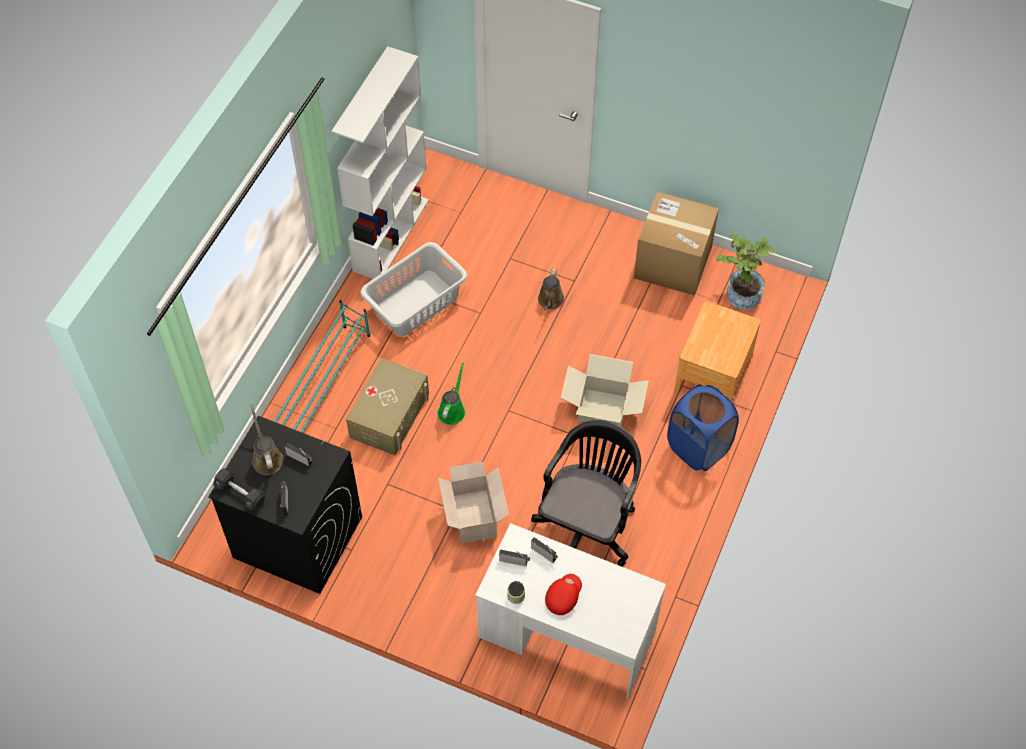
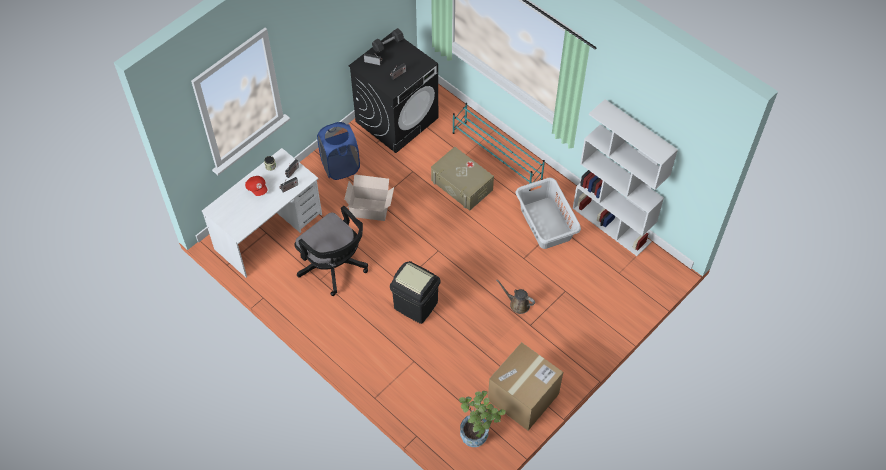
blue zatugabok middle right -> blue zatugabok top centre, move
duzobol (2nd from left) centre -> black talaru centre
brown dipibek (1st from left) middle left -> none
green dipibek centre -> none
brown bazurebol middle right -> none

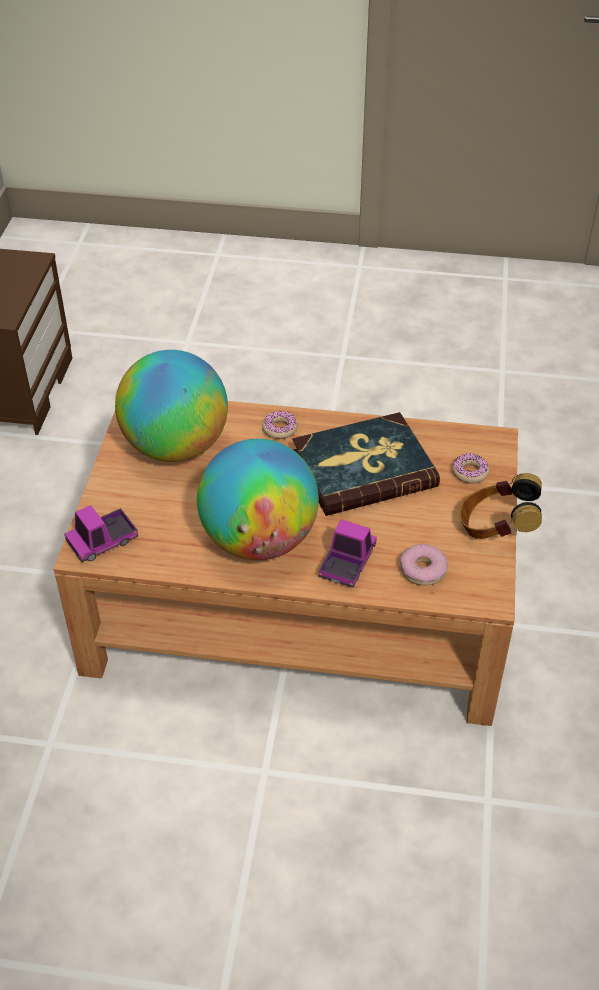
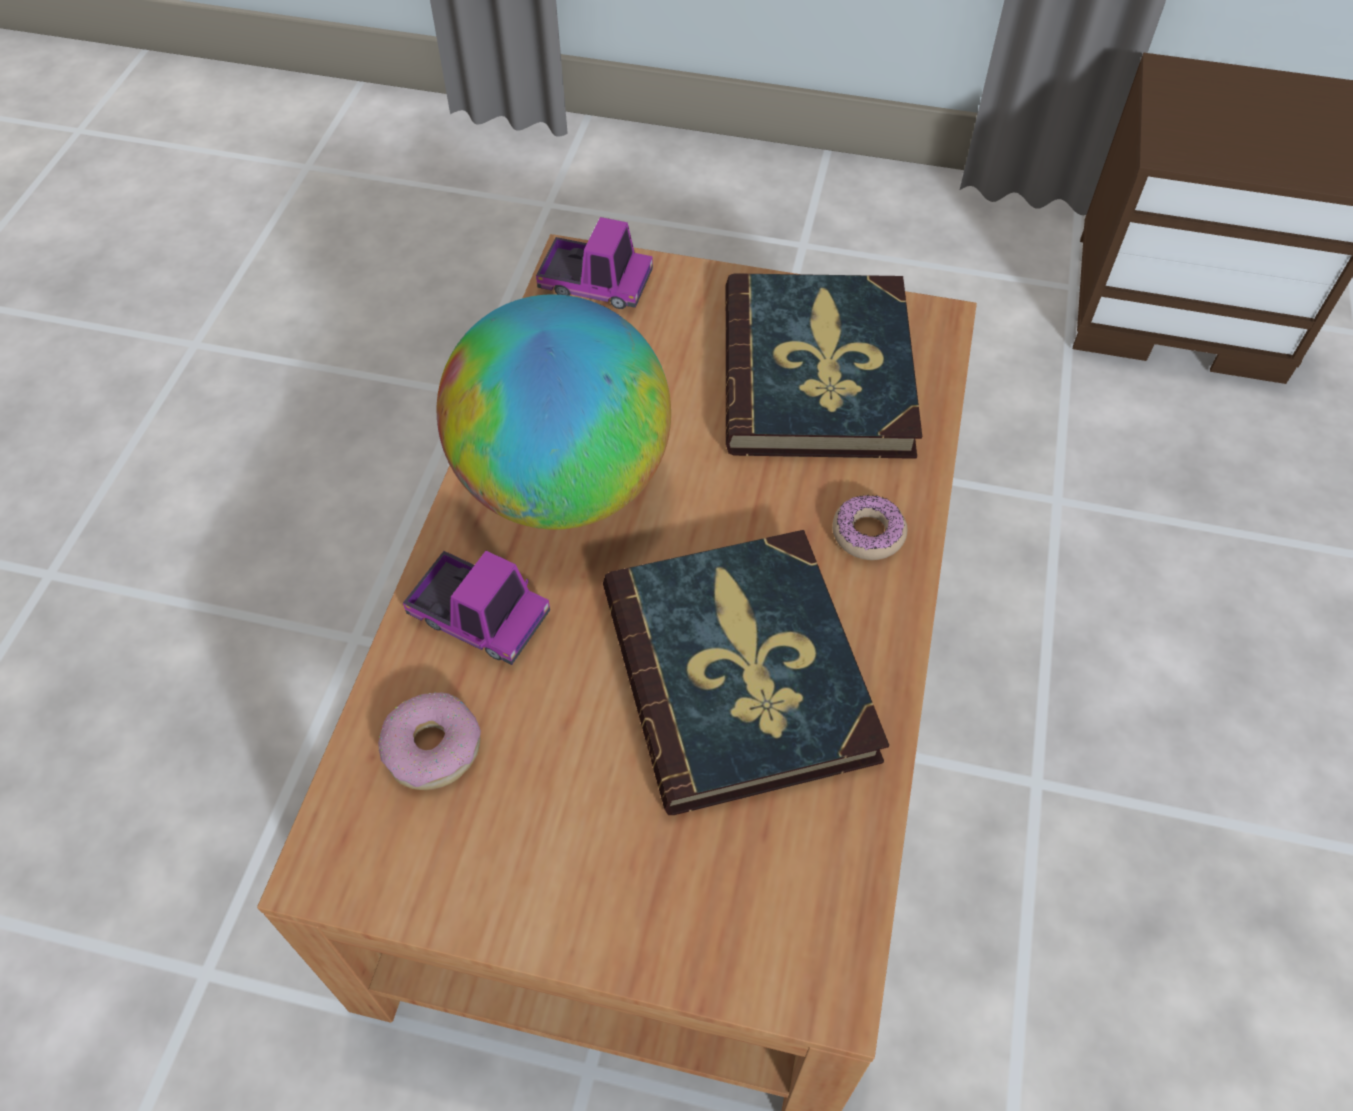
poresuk (1st from left in the first image) middle left -> poresuk (2nd from left) top centre, 135 degrees clockwise
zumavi (1st from left) middle left -> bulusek (2nd from left) top centre
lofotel (3rd from left) middle right -> none
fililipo middle right -> none

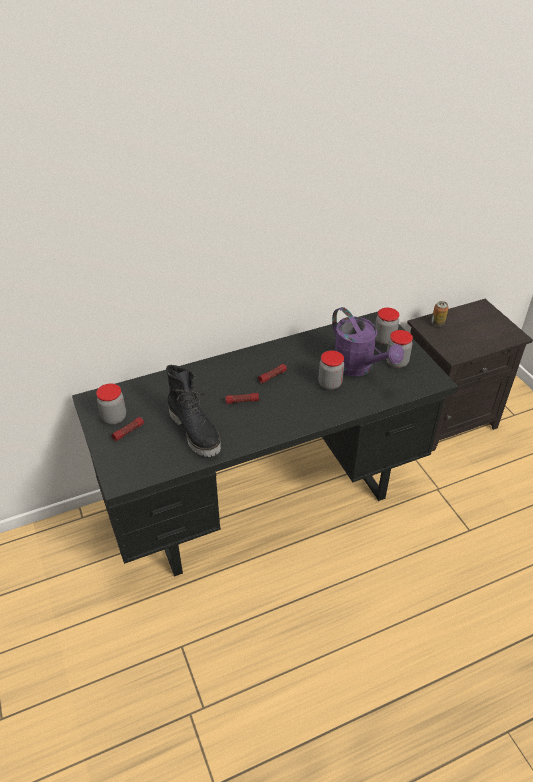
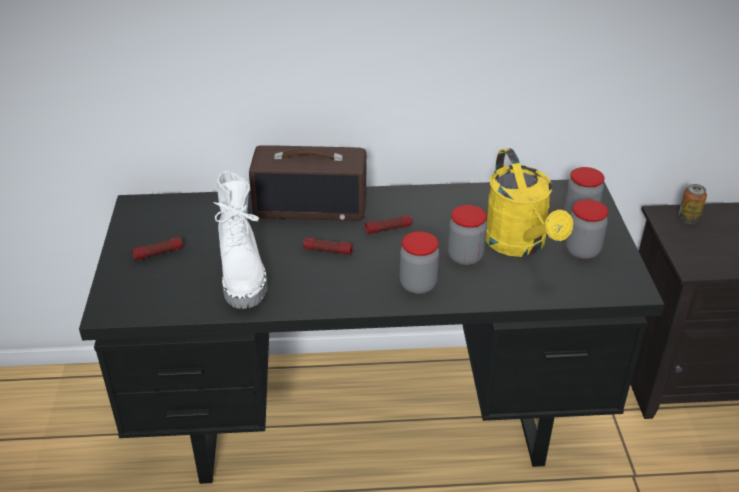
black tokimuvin centre -> white tokimuvin middle left
none -> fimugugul centre
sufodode (1st from left) middle left -> sufodode (1st from left) centre, move
purple dipibek middle right -> yellow dipibek middle right

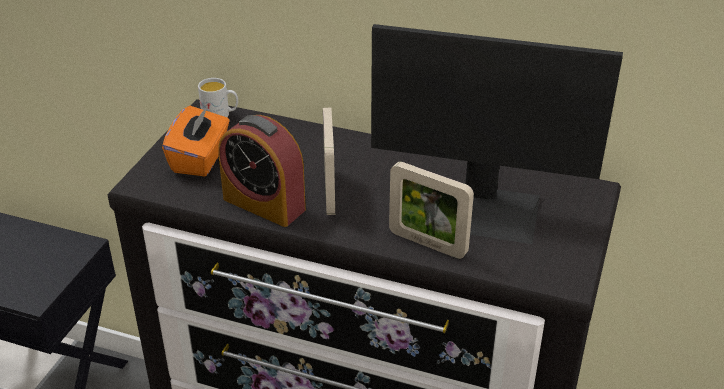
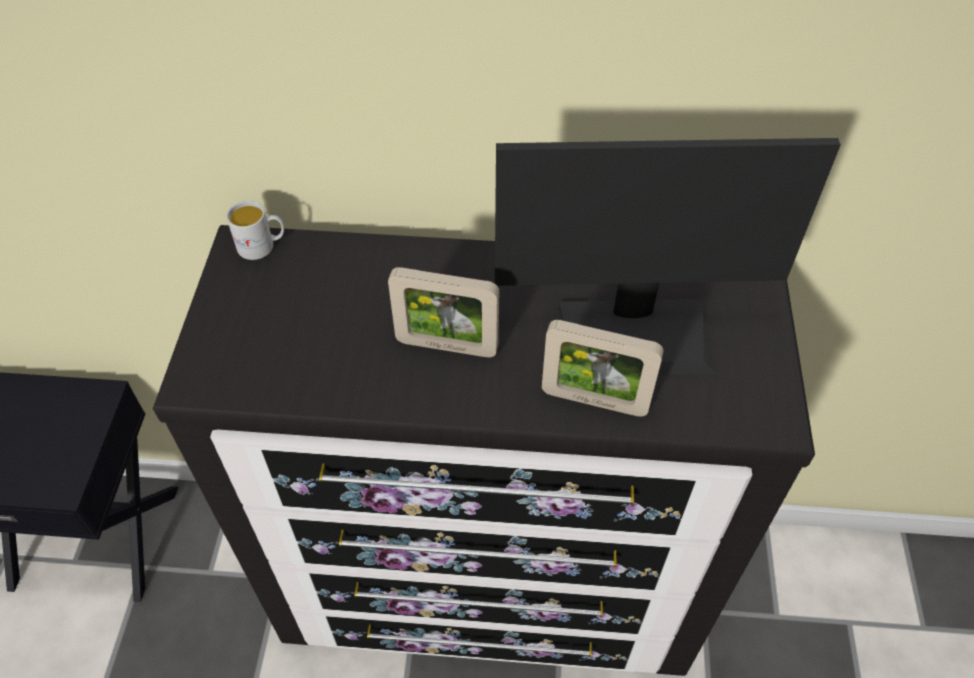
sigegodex (1st from left) centre, 120 degrees clockwise
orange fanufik middle left -> none
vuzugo centre -> none

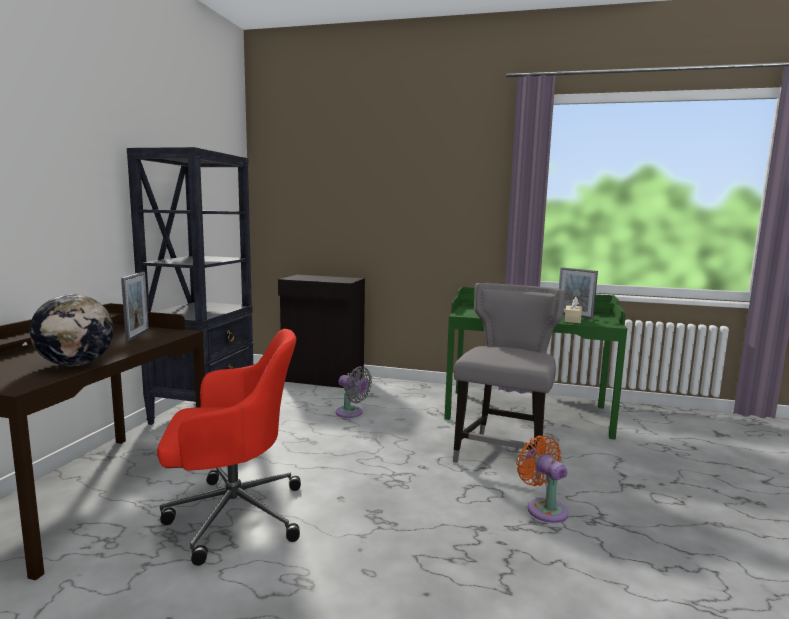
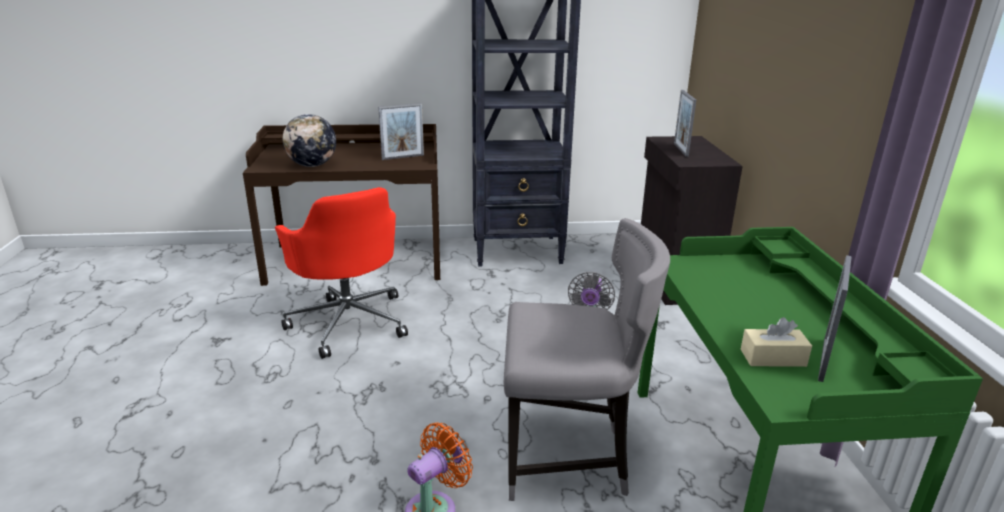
none -> sigegodex (2nd from left) top right

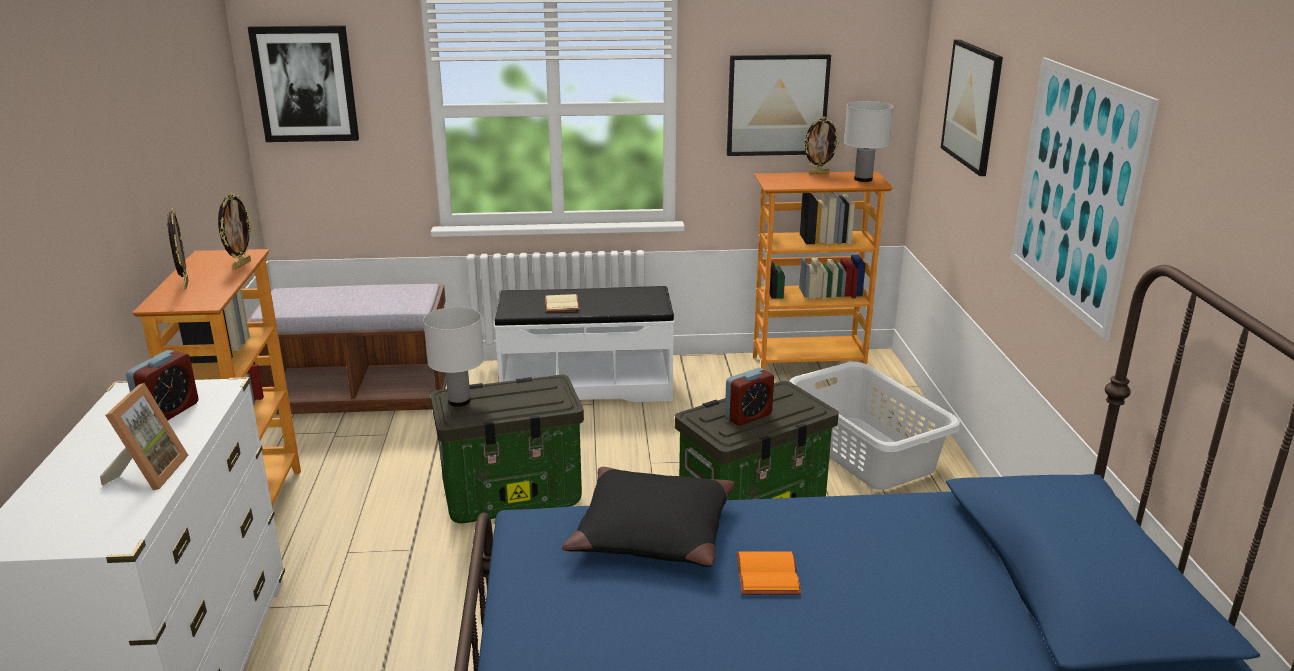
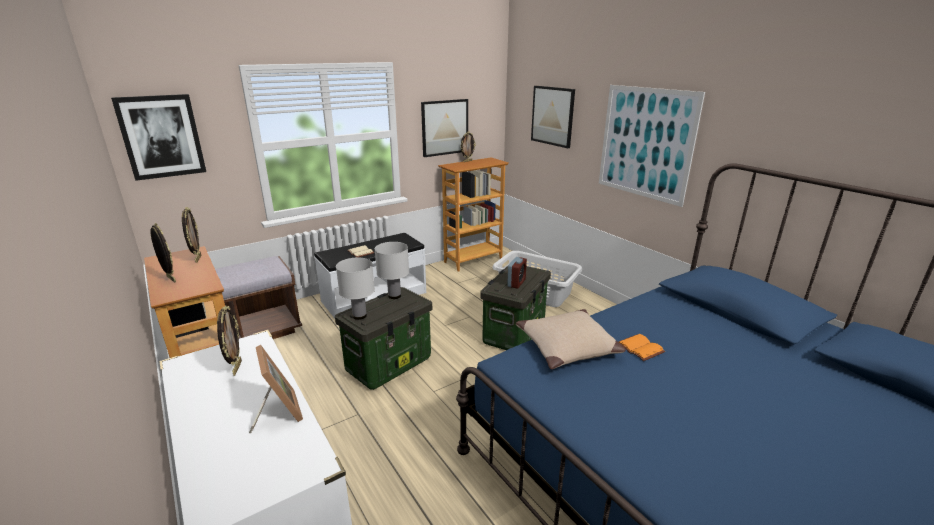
vuzugo (1st from left) middle left -> sigegodex (3rd from left) middle left
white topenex (2nd from left) top right -> white topenex (2nd from left) centre, move
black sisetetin bottom centre -> beige sisetetin centre

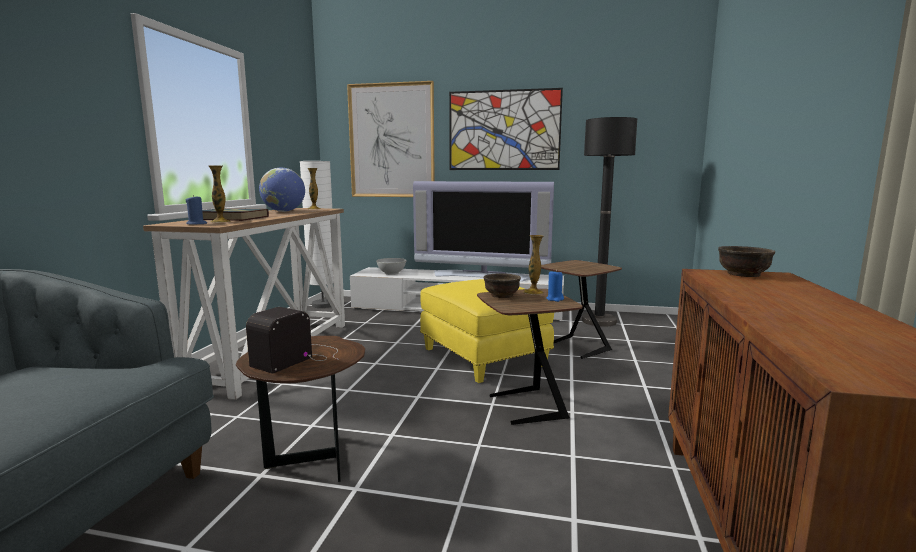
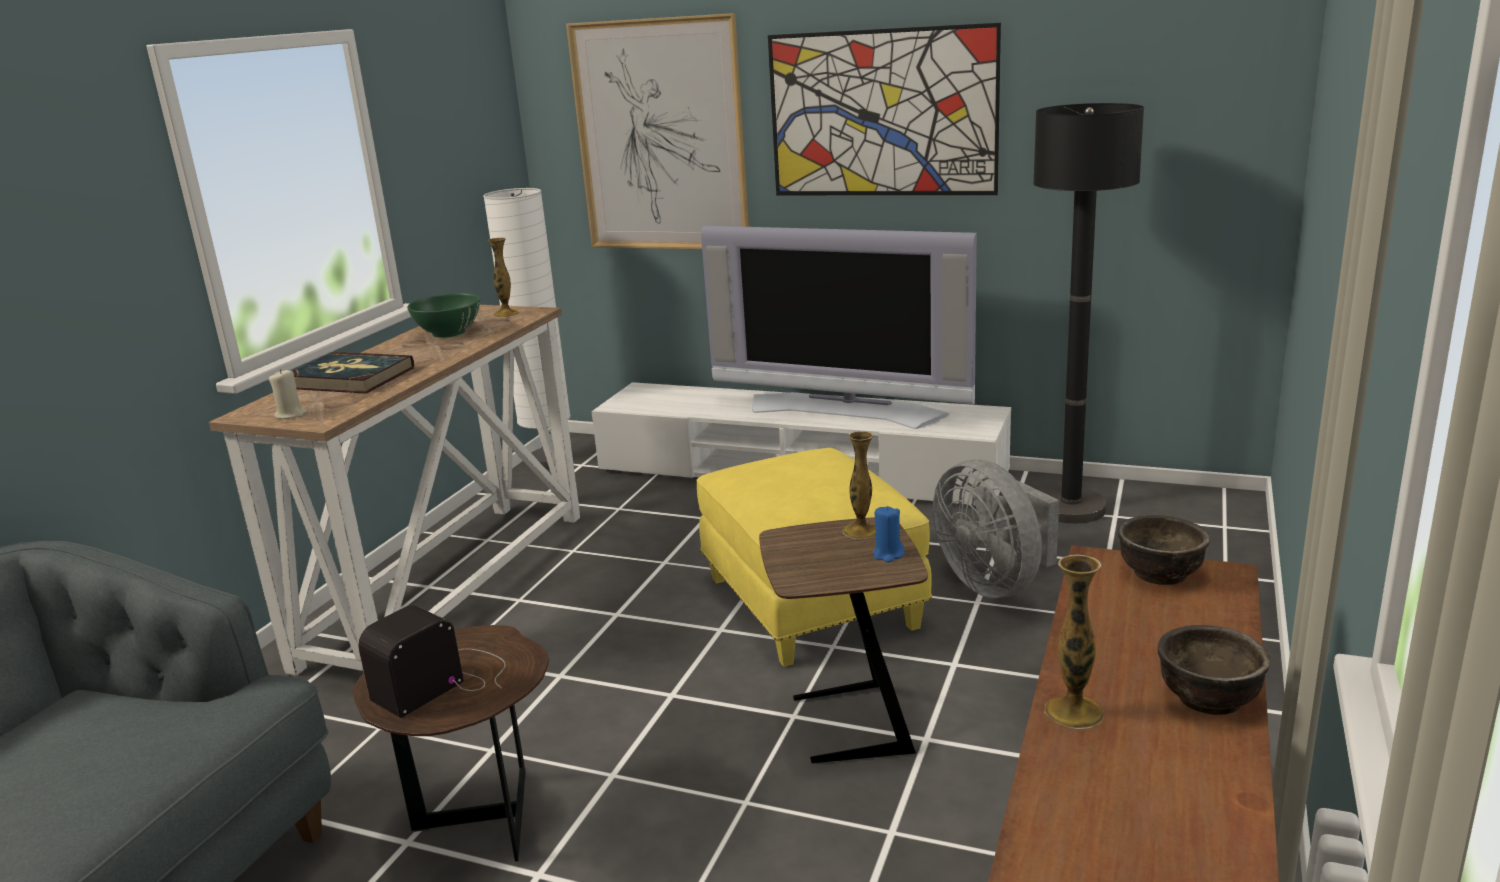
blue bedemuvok (1st from left) middle left -> beige bedemuvok middle left
zumavi middle left -> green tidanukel middle left
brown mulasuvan (3rd from left) centre -> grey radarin centre
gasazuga (1st from left in the first image) middle left -> gasazuga (3rd from left) bottom right, move
brown tidanukel (1st from left in the first image) centre -> brown tidanukel (2nd from left) bottom right, move
white tidanukel centre -> none

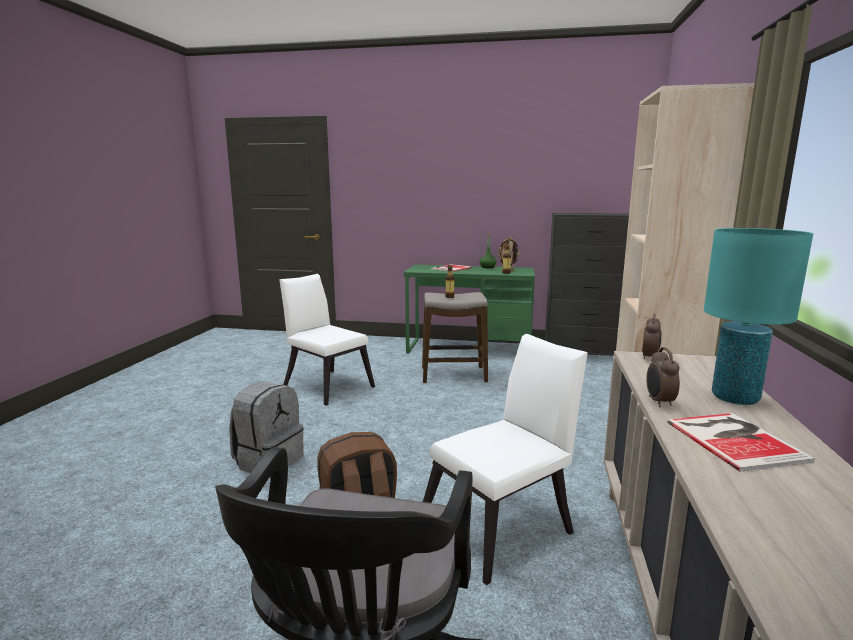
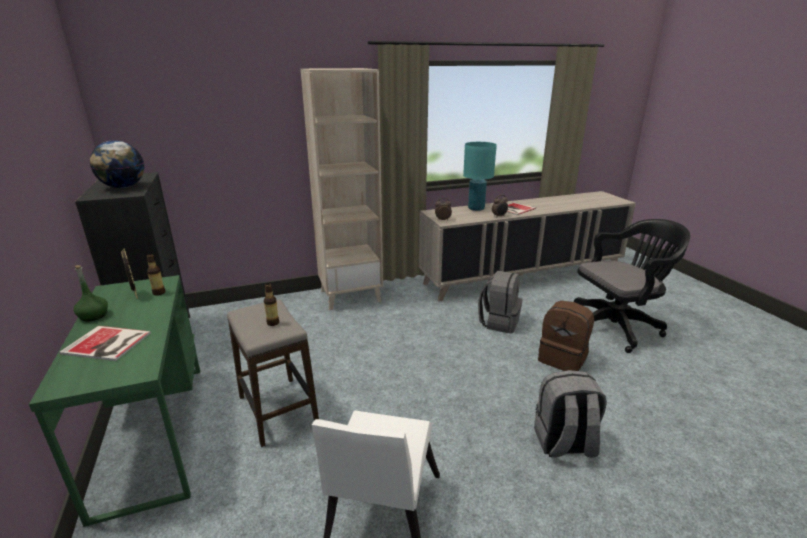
none -> zumavi top left
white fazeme (2nd from left) bottom centre -> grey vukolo (1st from left) centre

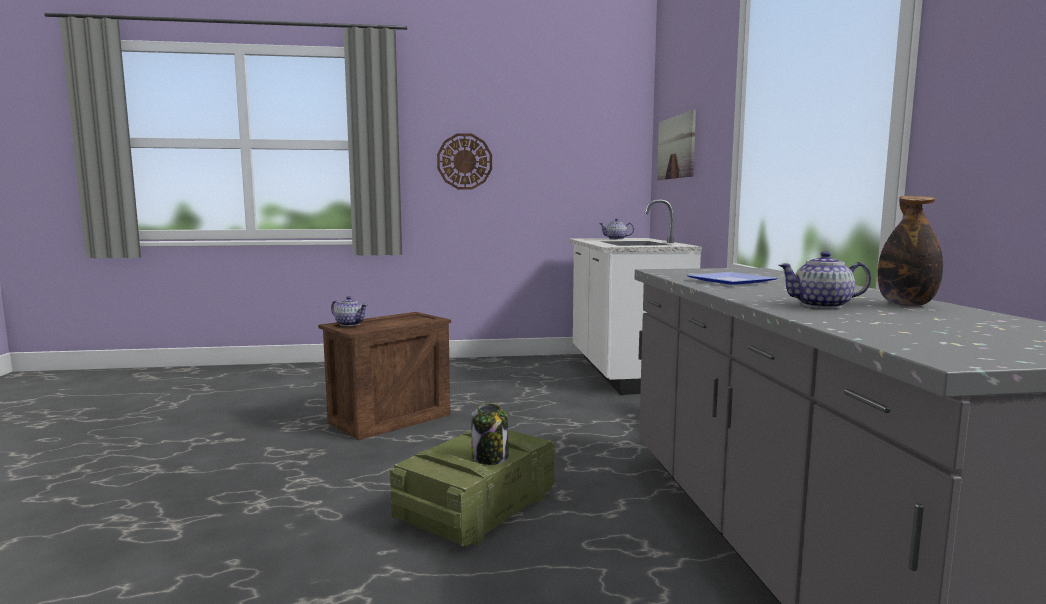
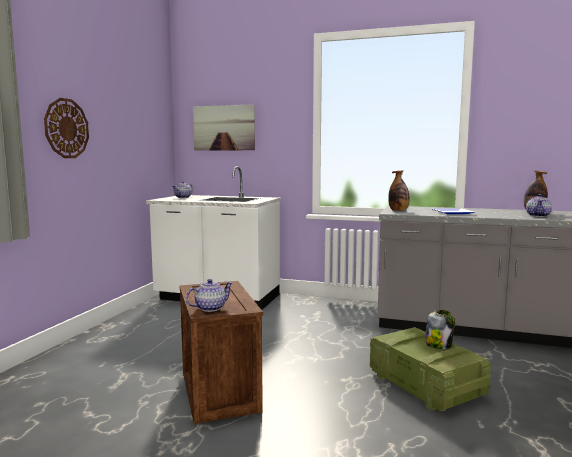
none -> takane (1st from left) middle right

